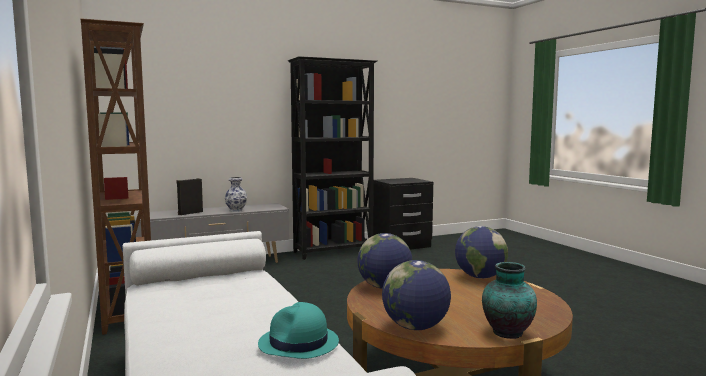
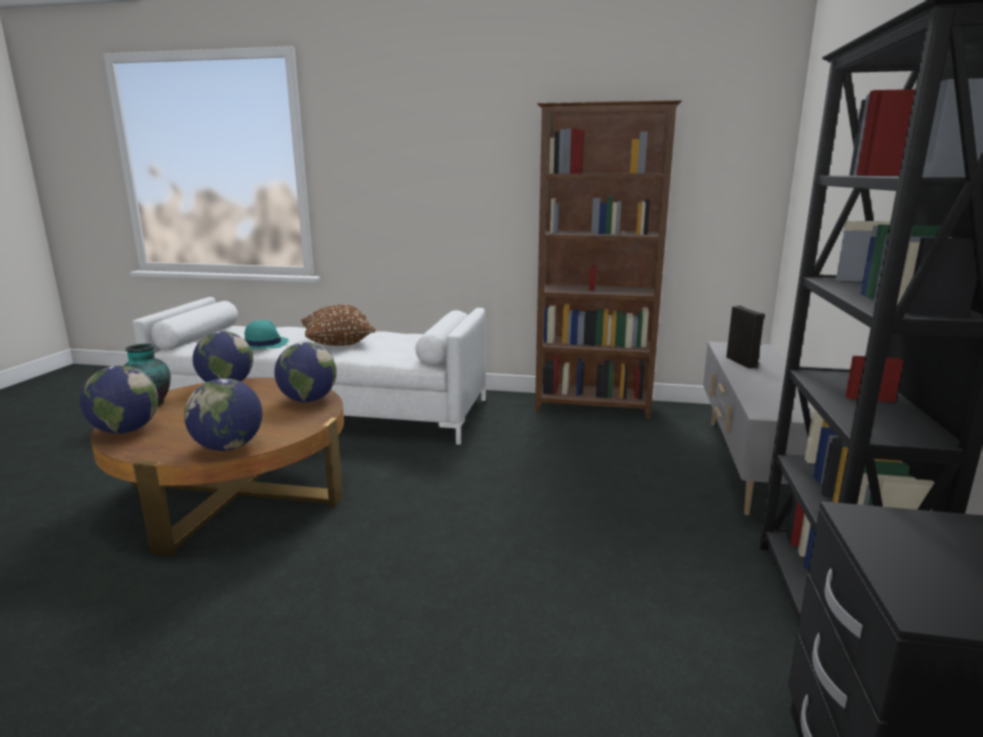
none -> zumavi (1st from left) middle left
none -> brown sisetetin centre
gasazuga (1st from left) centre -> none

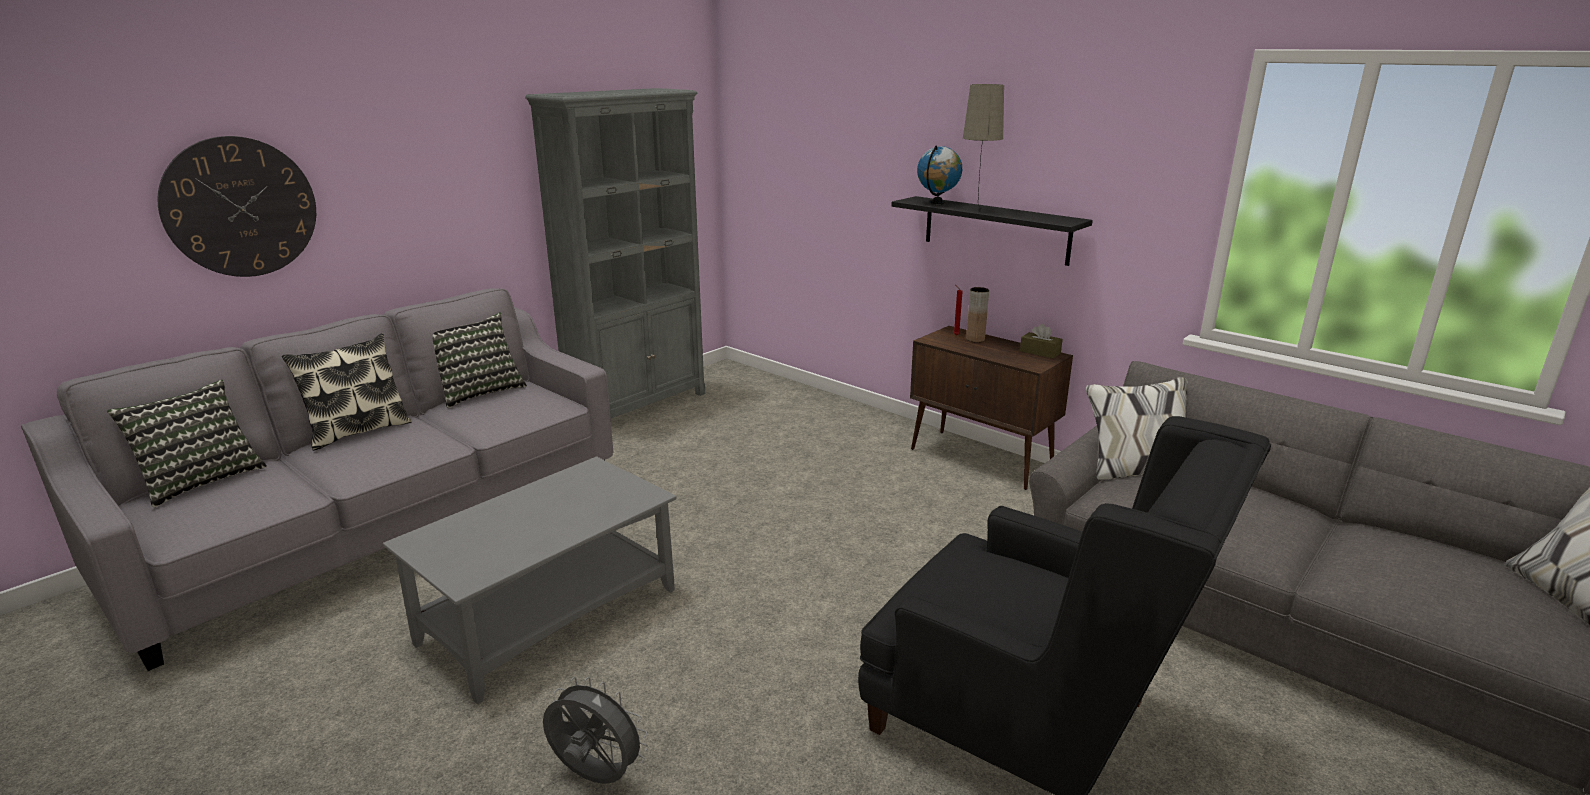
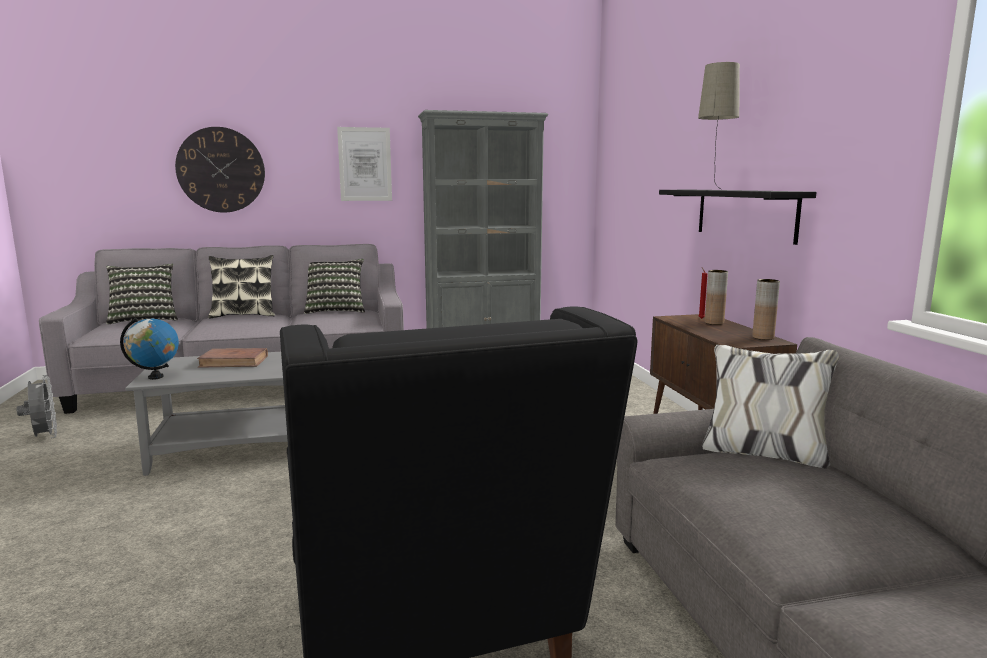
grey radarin bottom centre -> grey radarin middle left, move
zumavi top centre -> zumavi middle left, move
none -> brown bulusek middle left
none -> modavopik top centre
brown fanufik centre -> brown gasazuga (2nd from left) middle right

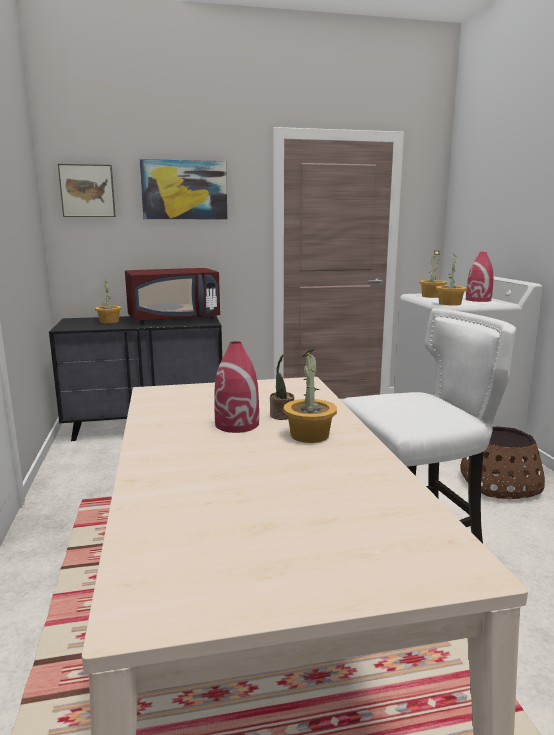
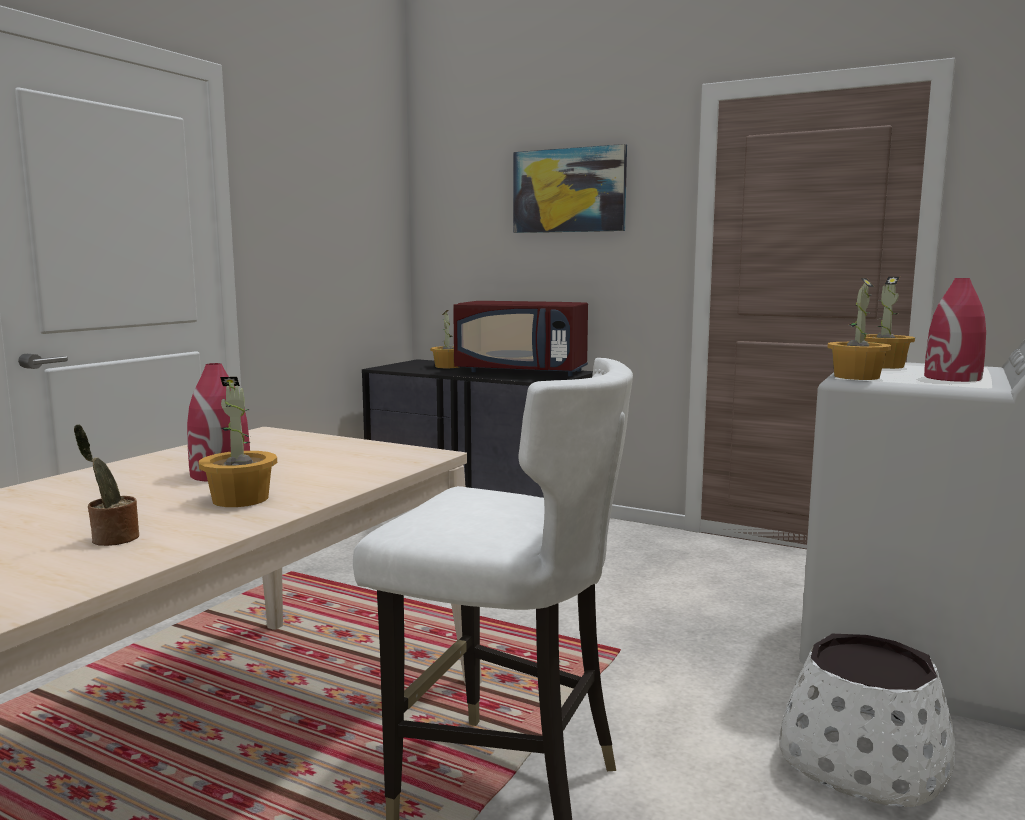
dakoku (2nd from left in the first image) centre -> dakoku (1st from left) middle left, move
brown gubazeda middle right -> white gubazeda bottom right
modavopik (1st from left) top left -> none

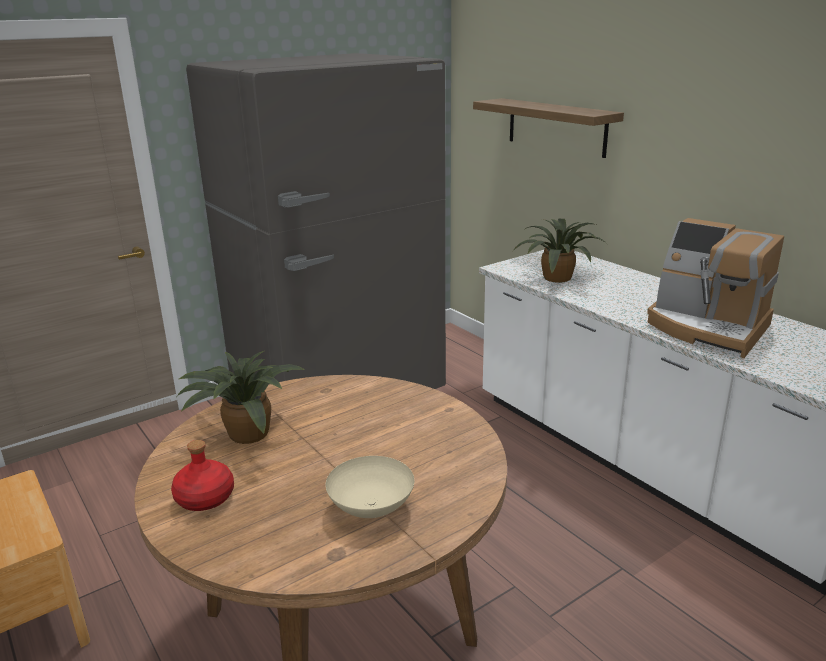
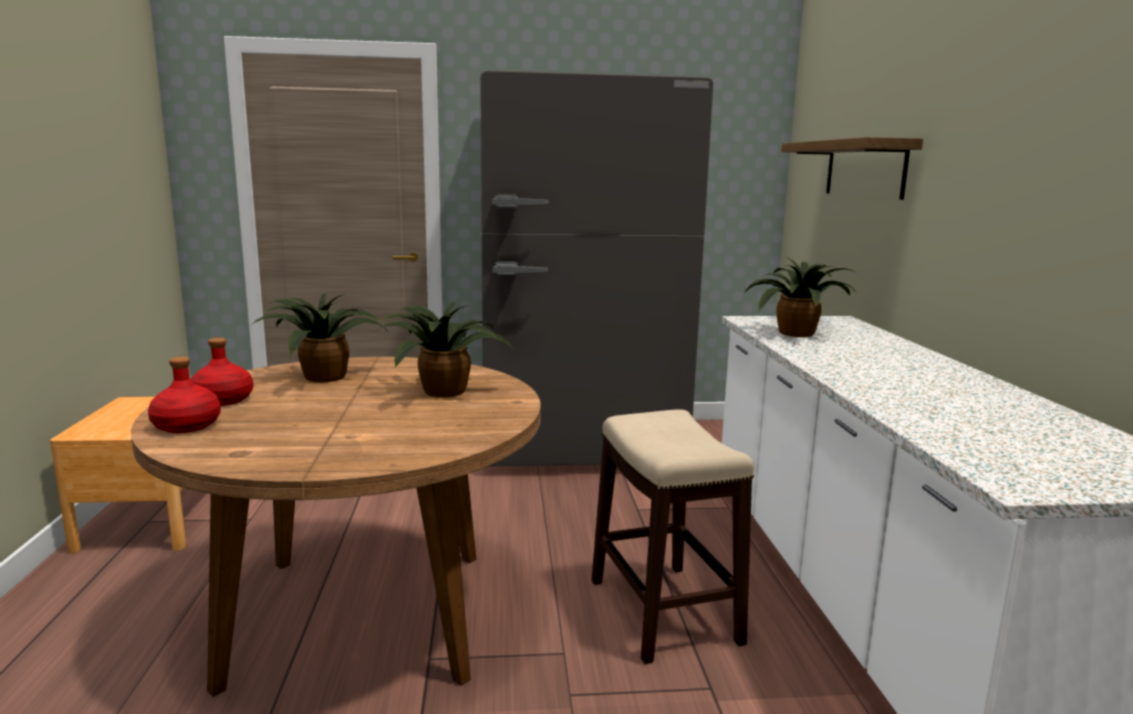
none -> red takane (1st from left) middle left
none -> dakoku (2nd from left) centre
none -> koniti bottom centre
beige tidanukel bottom centre -> none
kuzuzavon middle right -> none

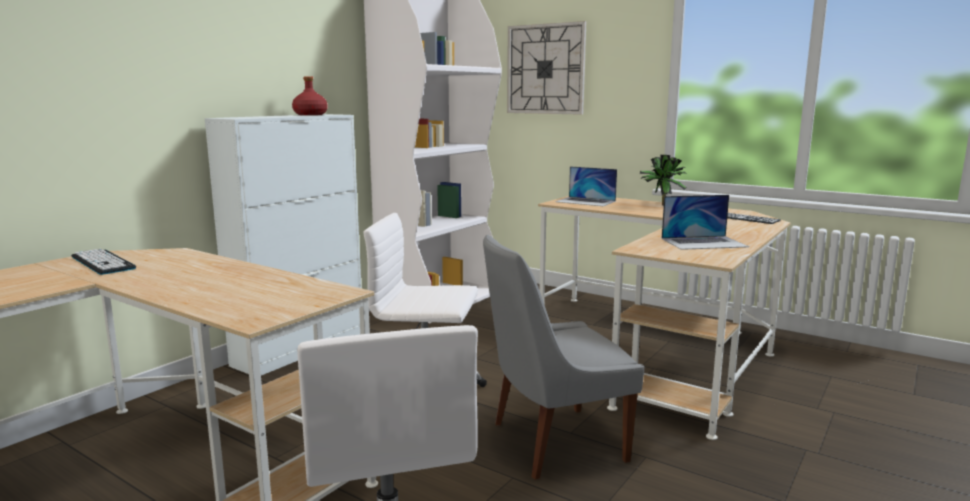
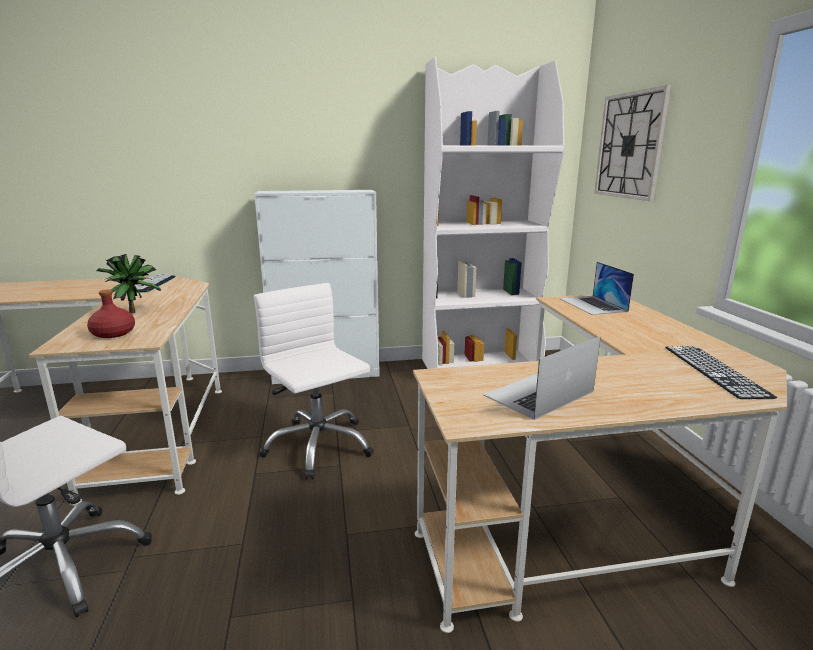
red takane top left -> red takane middle left, move
dakoku middle right -> dakoku middle left, move
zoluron (2nd from left in the first image) middle right -> zoluron (1st from left) middle right, 105 degrees clockwise
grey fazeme bottom centre -> none

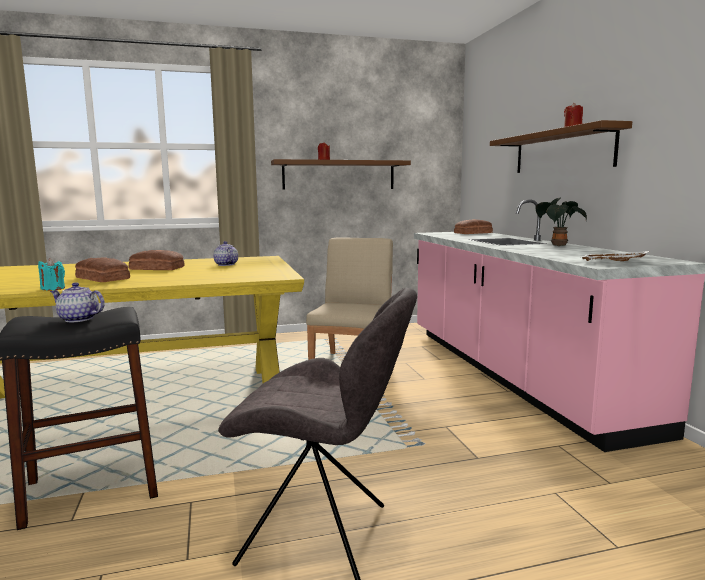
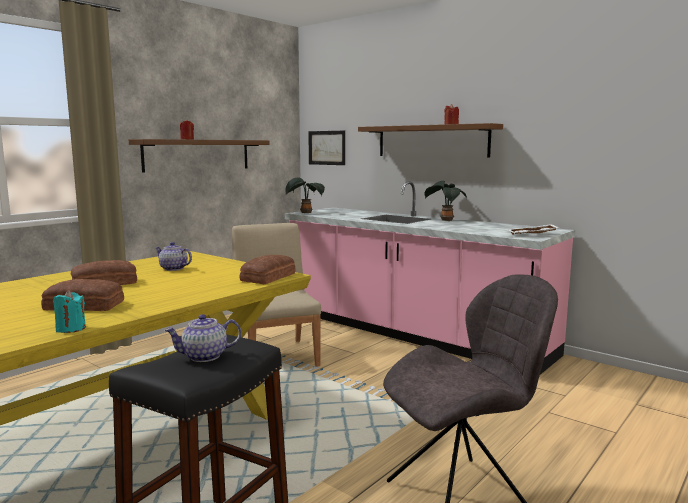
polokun (3rd from left) middle right -> polokun (3rd from left) centre, move
none -> dakoku (1st from left) centre
none -> modavopik top centre

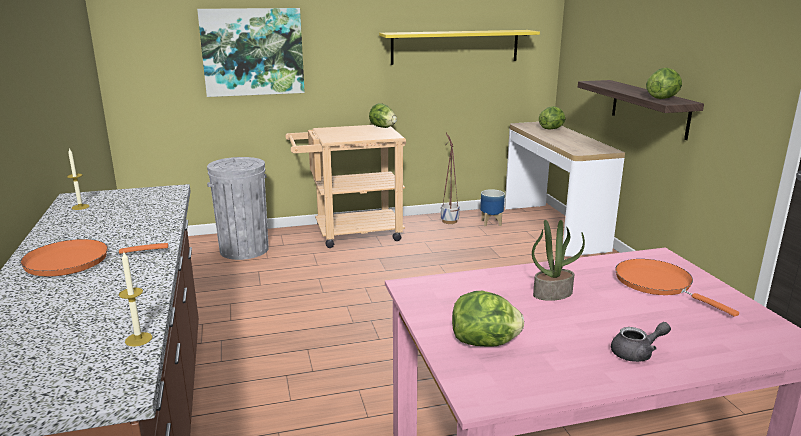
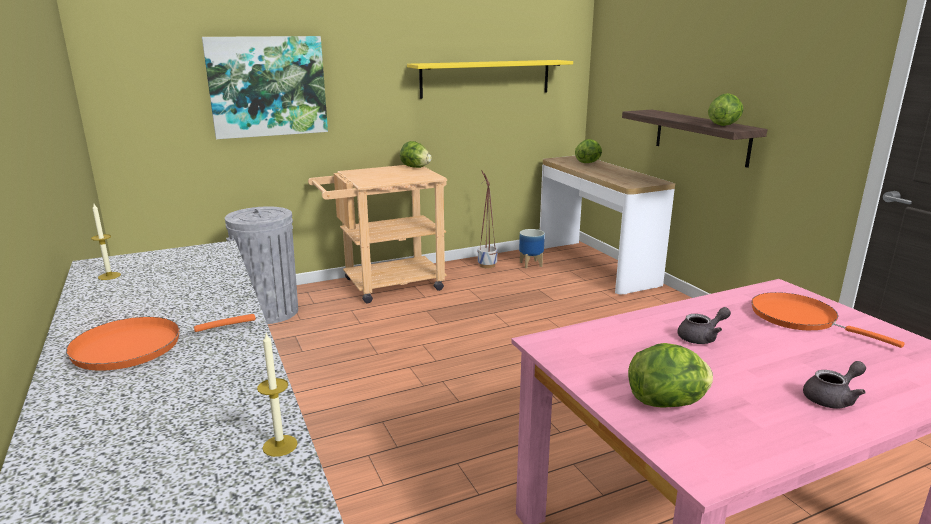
dakoku middle right -> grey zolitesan (1st from left) middle right

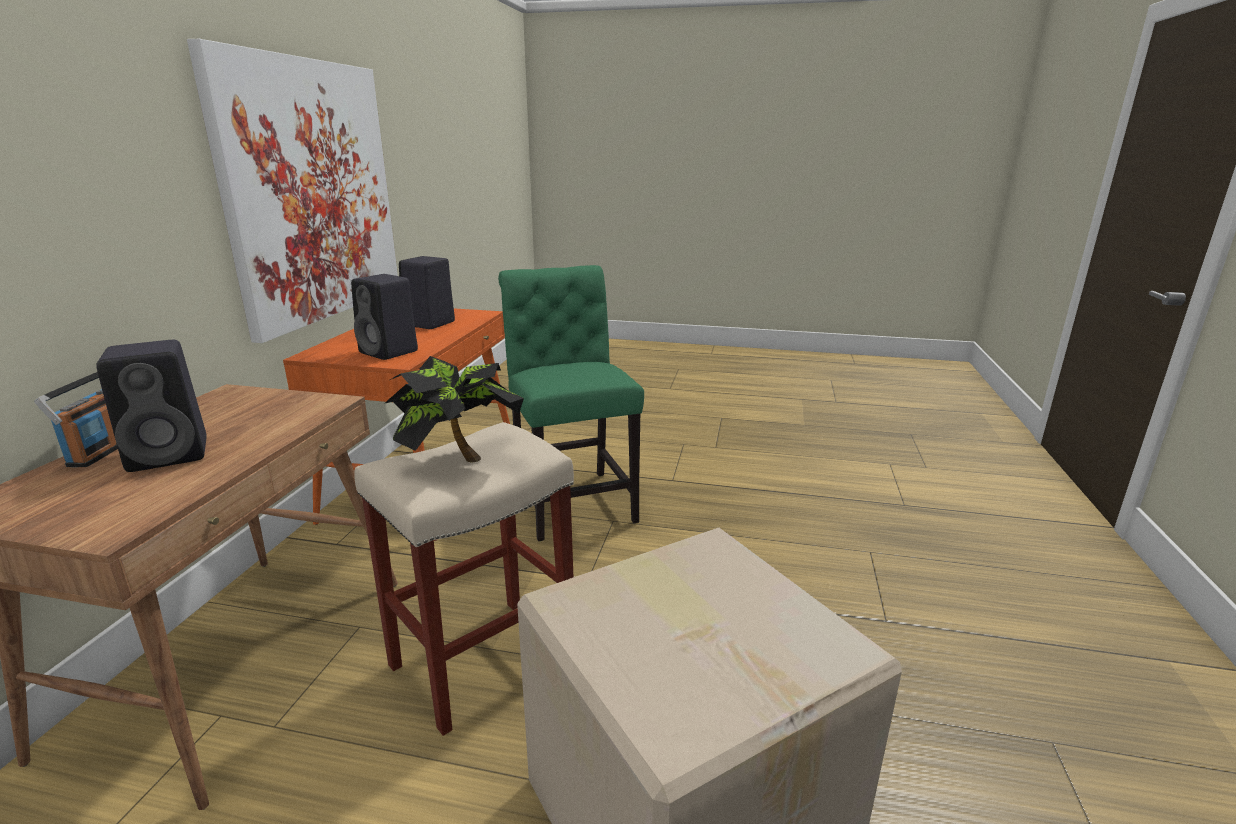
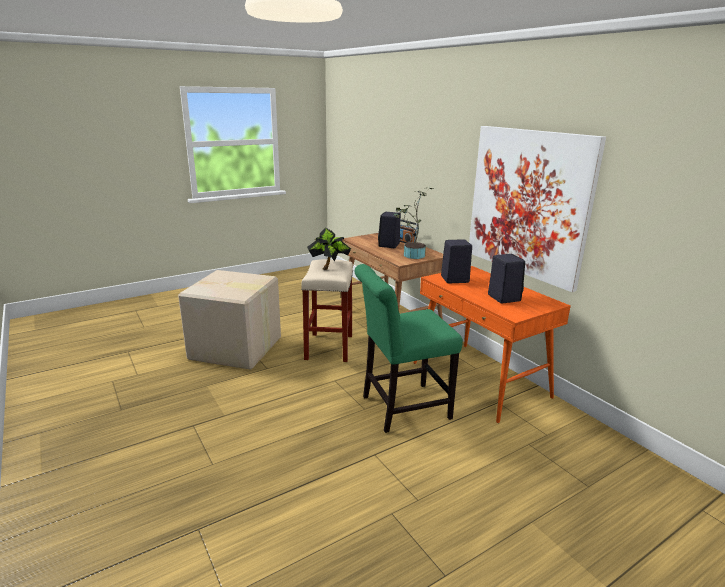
green fazeme centre, 135 degrees clockwise
none -> dakoku (2nd from left) centre

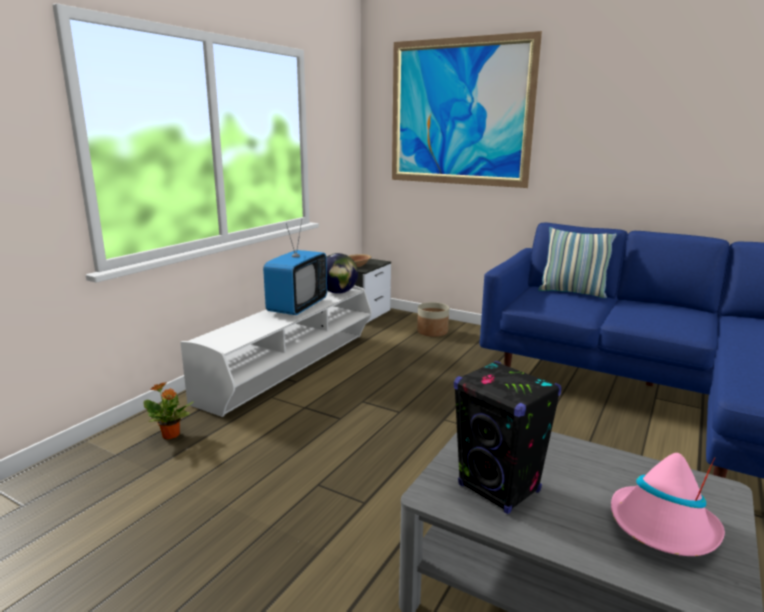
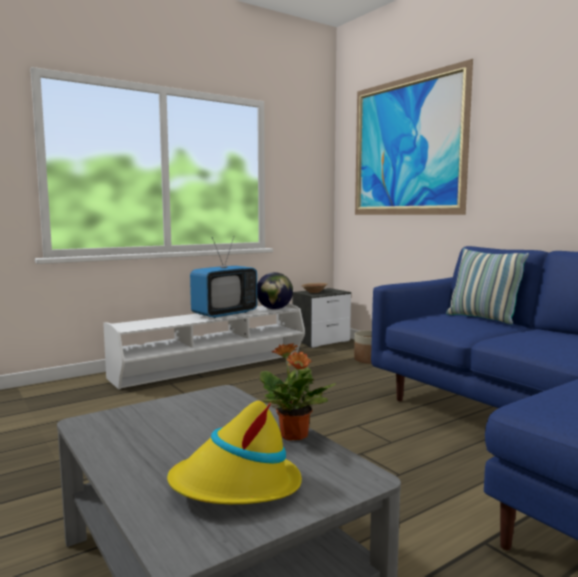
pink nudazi bottom right -> yellow nudazi bottom centre
dakoku bottom left -> dakoku bottom centre, move
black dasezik bottom centre -> none

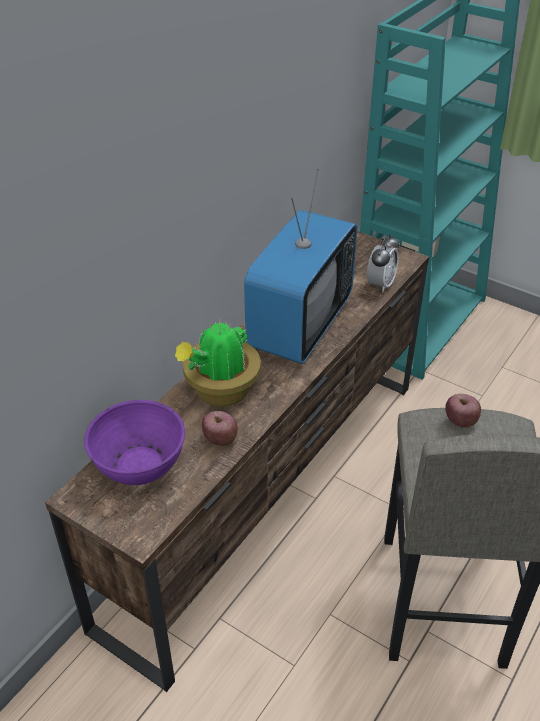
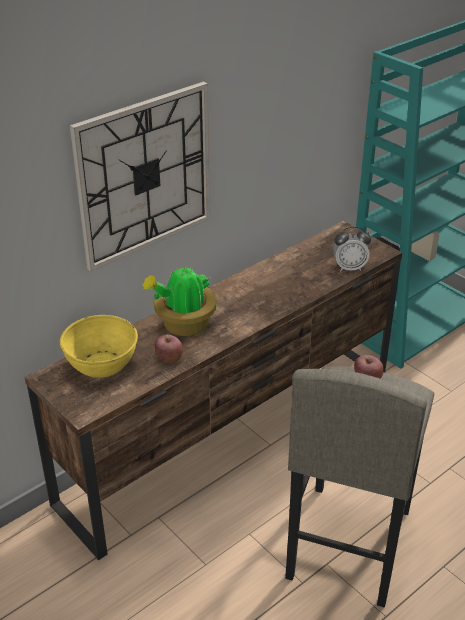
purple tidanukel middle left -> yellow tidanukel middle left
none -> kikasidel top left
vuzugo middle right, 45 degrees clockwise
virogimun centre -> none

